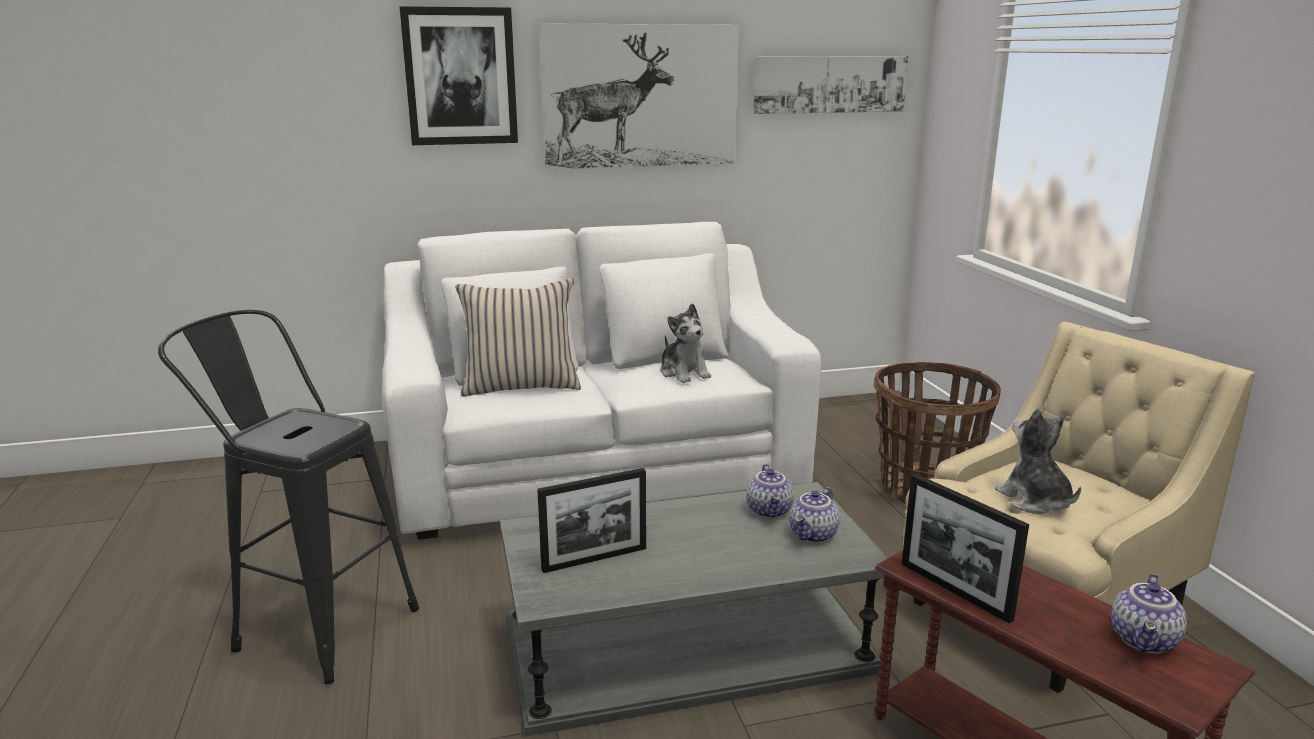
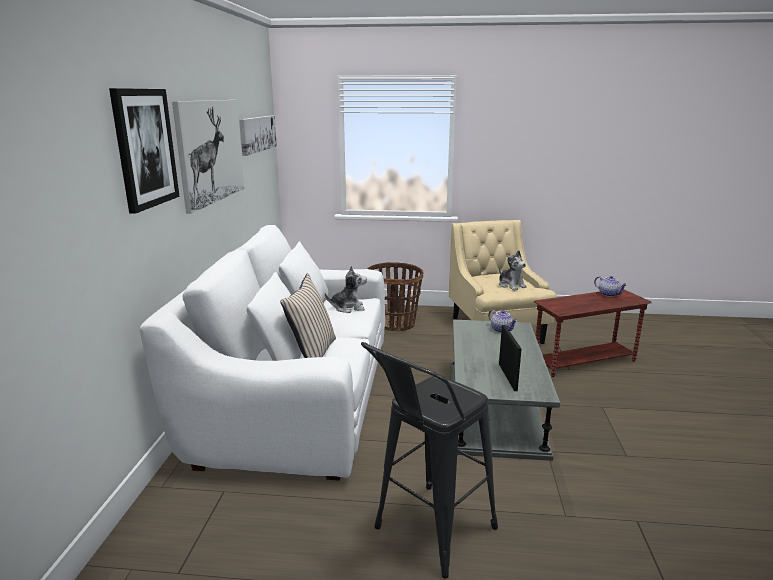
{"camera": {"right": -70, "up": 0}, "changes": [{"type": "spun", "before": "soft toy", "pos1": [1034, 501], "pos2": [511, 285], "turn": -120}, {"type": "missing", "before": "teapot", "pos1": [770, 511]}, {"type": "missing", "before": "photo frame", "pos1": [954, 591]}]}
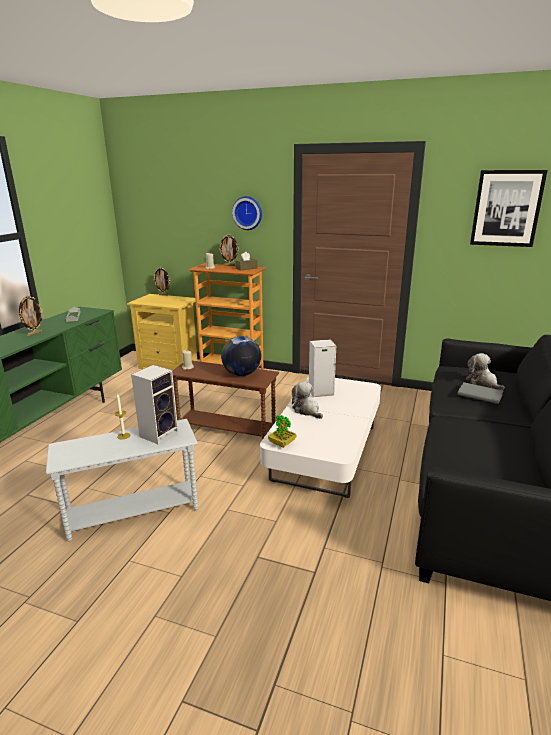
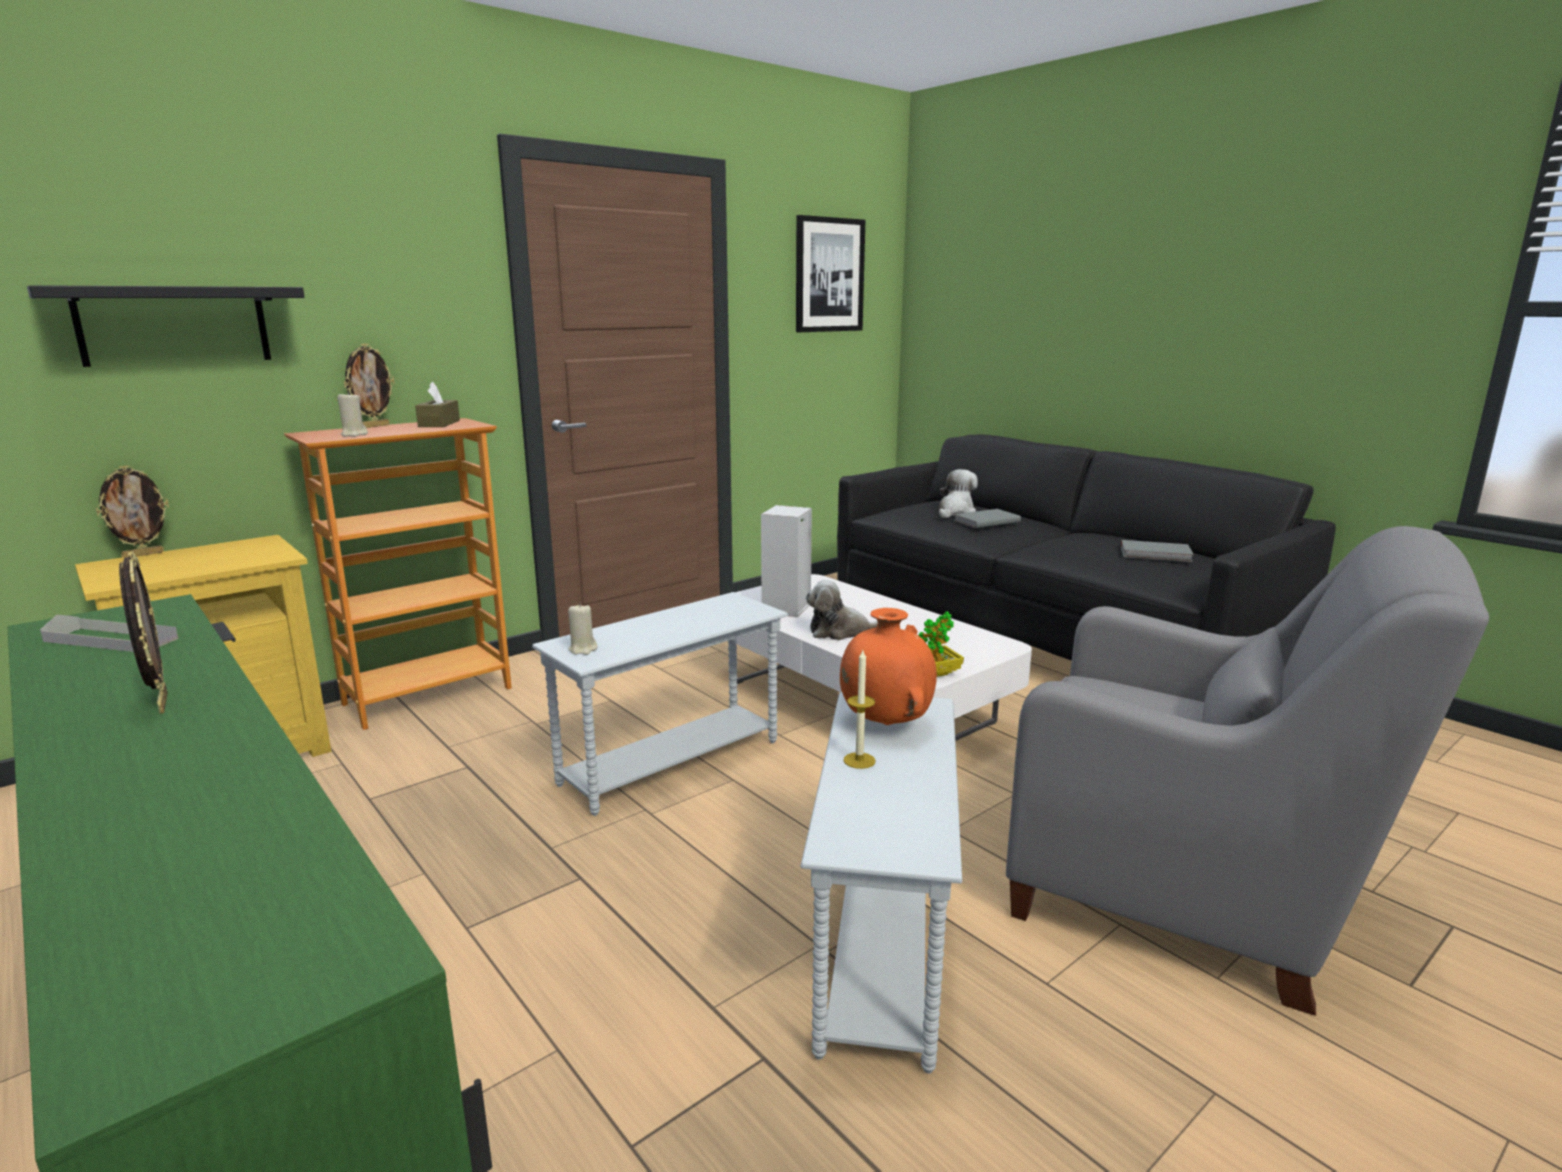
{"camera": {"right": -60, "up": -5}, "changes": [{"type": "appeared", "after": "wall shelf (blackish)", "pos2": [174, 325]}, {"type": "colour", "before": "side table (brown)", "after": "side table (whitish)", "pos1": [226, 429], "pos2": [672, 763]}, {"type": "exchanged", "before": "loudspeaker", "after": "flower vase (orangey)", "pos1": [159, 433], "pos2": [885, 724]}, {"type": "spun", "before": "soft toy", "pos1": [482, 383], "pos2": [955, 512], "turn": 120}, {"type": "appeared", "after": "lounge chair (gray)", "pos2": [1189, 892]}, {"type": "appeared", "after": "bound book (gray)", "pos2": [1156, 554]}, {"type": "missing", "before": "globe", "pos1": [241, 374]}, {"type": "missing", "before": "wall clock", "pos1": [248, 213]}]}
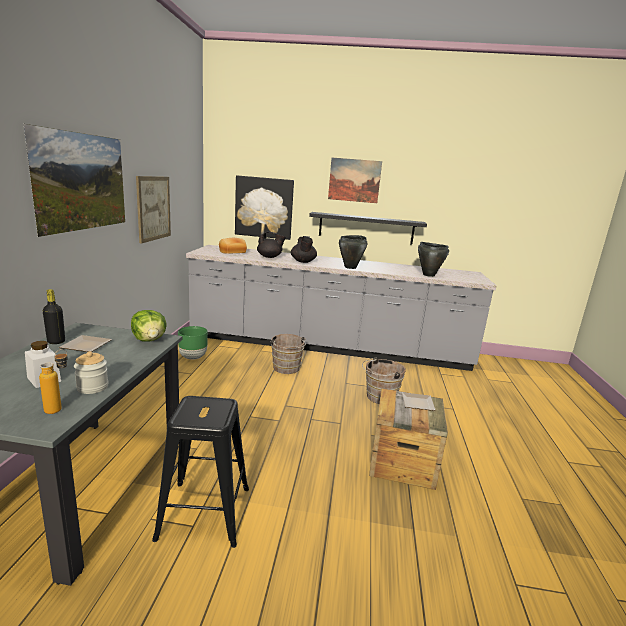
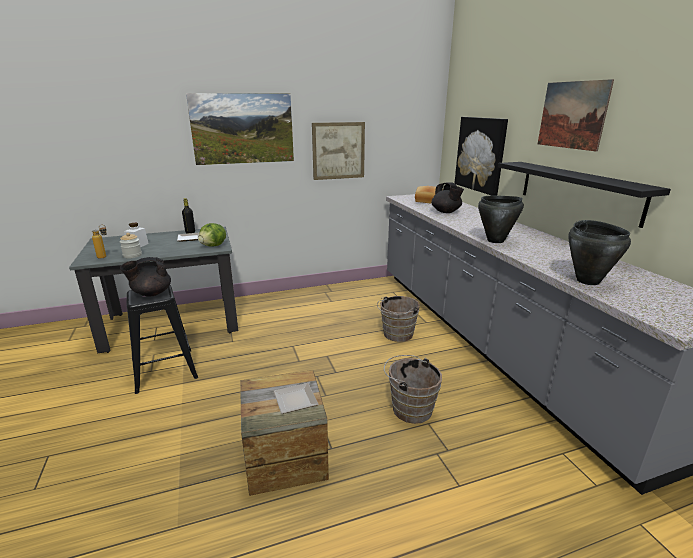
{"camera": {"right": 65, "up": 5}, "changes": [{"type": "relocated", "before": "teapot (blackish)", "pos1": [303, 262], "pos2": [151, 293]}, {"type": "missing", "before": "flower pot (green-coloured)", "pos1": [193, 357]}]}
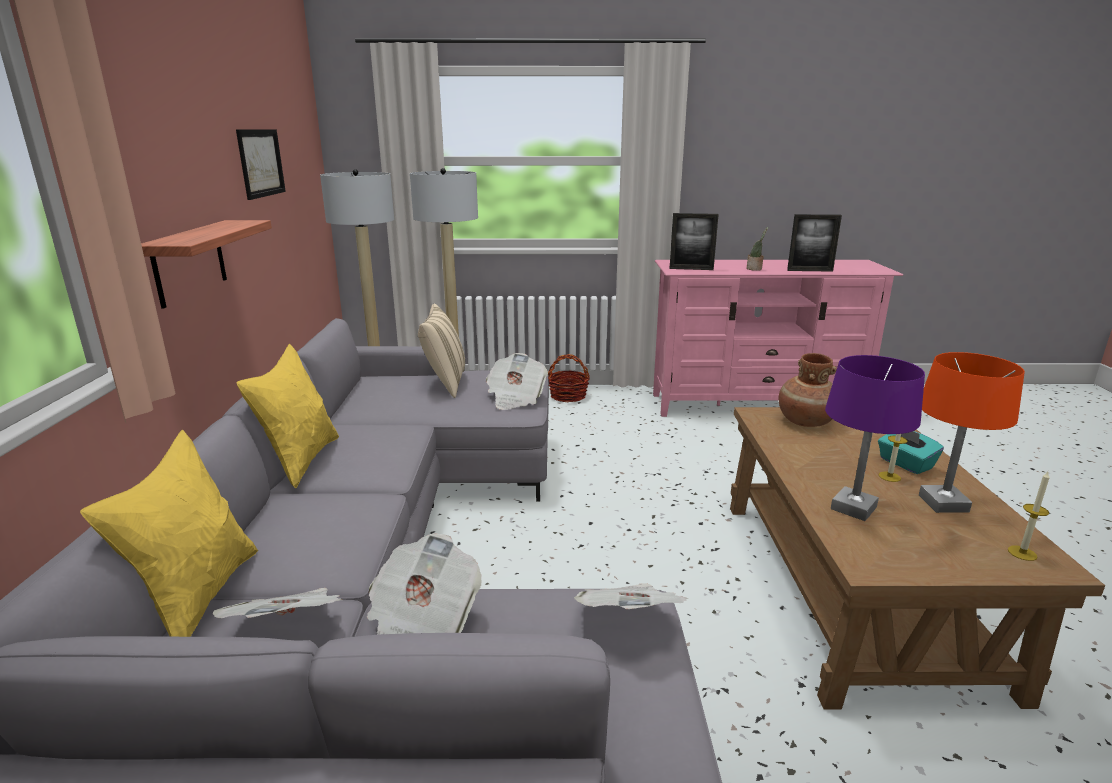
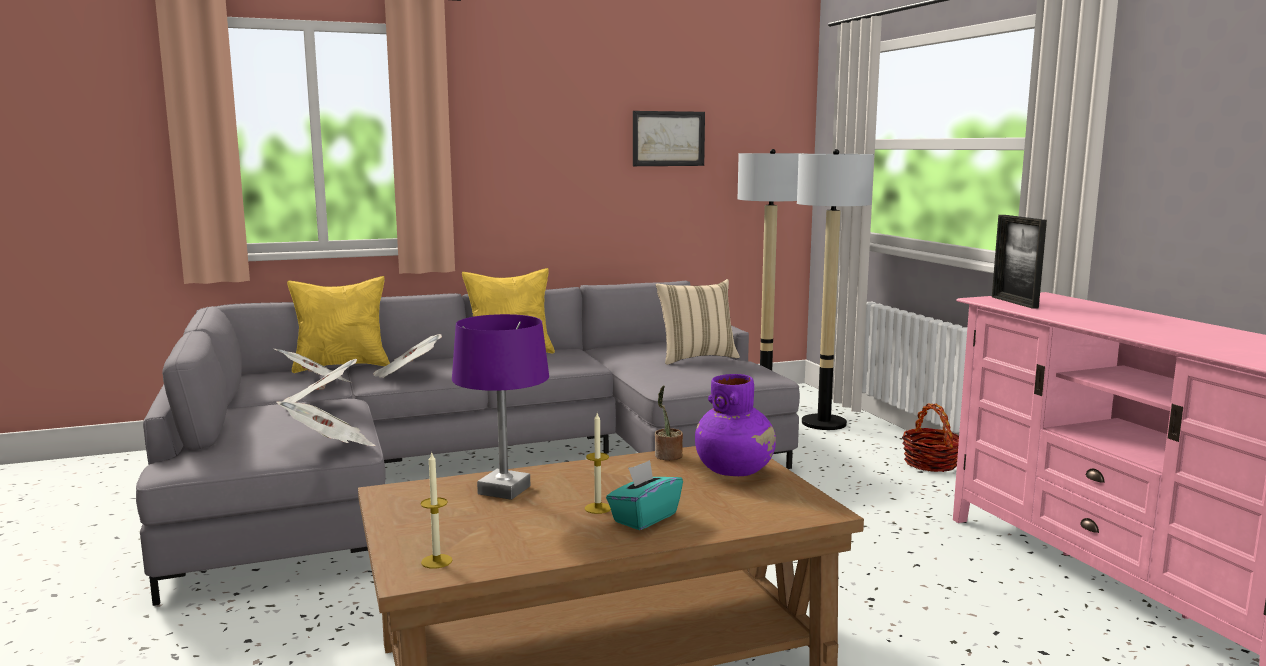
{"camera": {"right": 70, "up": -10}, "changes": [{"type": "relocated", "before": "daily paper", "pos1": [515, 398], "pos2": [407, 374]}, {"type": "relocated", "before": "houseplant", "pos1": [755, 269], "pos2": [667, 456]}, {"type": "colour", "before": "flower vase (brown)", "after": "flower vase (purple-coloured)", "pos1": [805, 421], "pos2": [735, 471]}, {"type": "missing", "before": "wall shelf", "pos1": [189, 262]}, {"type": "missing", "before": "photo frame", "pos1": [810, 270]}, {"type": "missing", "before": "table lamp (orangey)", "pos1": [943, 504]}]}
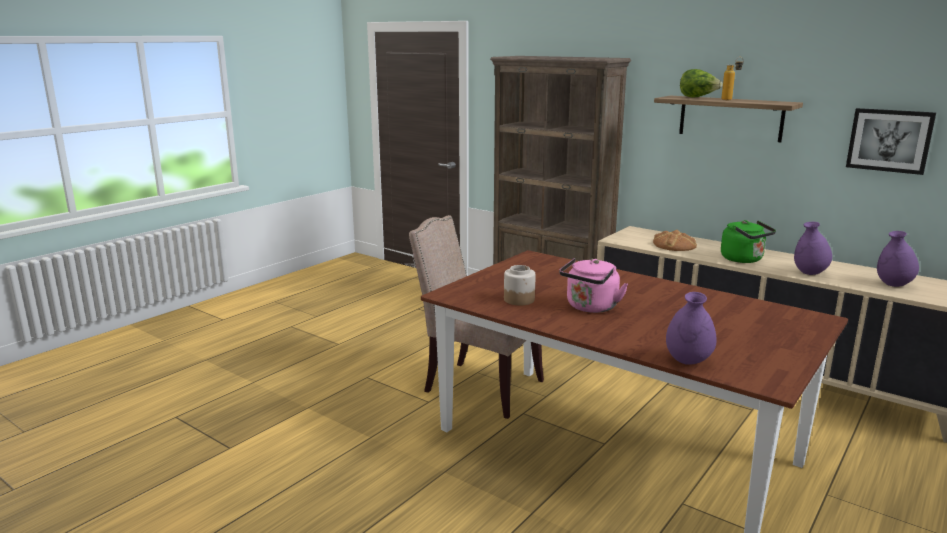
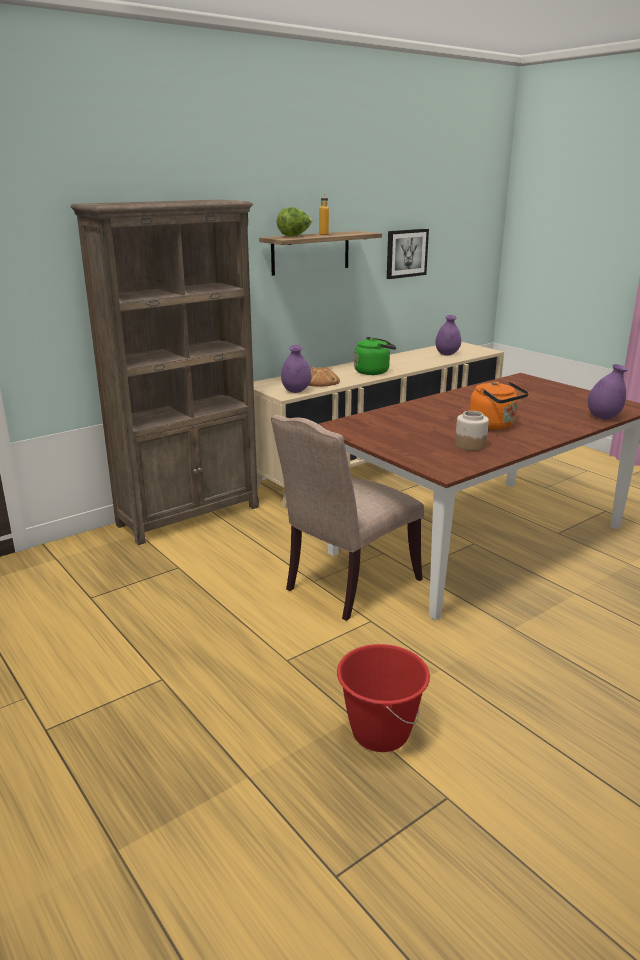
{"camera": {"right": -75, "up": 5}, "changes": [{"type": "relocated", "before": "flower vase (purple-coloured)", "pos1": [809, 273], "pos2": [296, 391]}, {"type": "appeared", "after": "pail (red)", "pos2": [380, 732]}, {"type": "colour", "before": "kettle (pink)", "after": "kettle (orangey)", "pos1": [590, 307], "pos2": [495, 426]}]}
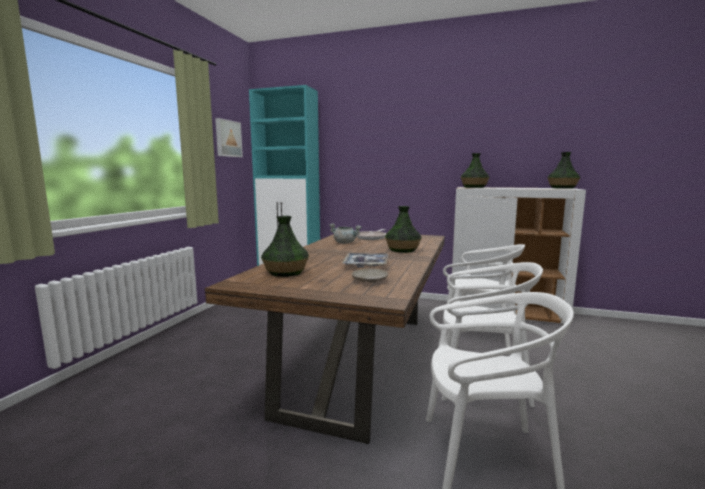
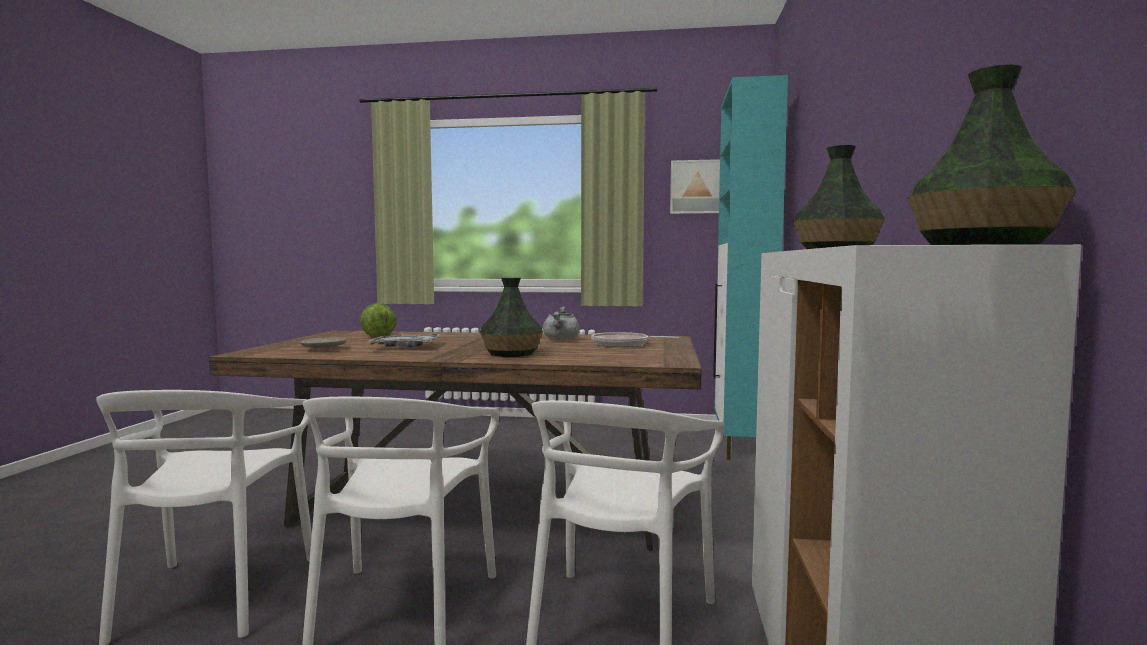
{"camera": {"right": 80, "up": -5}, "changes": [{"type": "exchanged", "before": "flower vase", "after": "lettuce", "pos1": [286, 272], "pos2": [377, 336]}]}
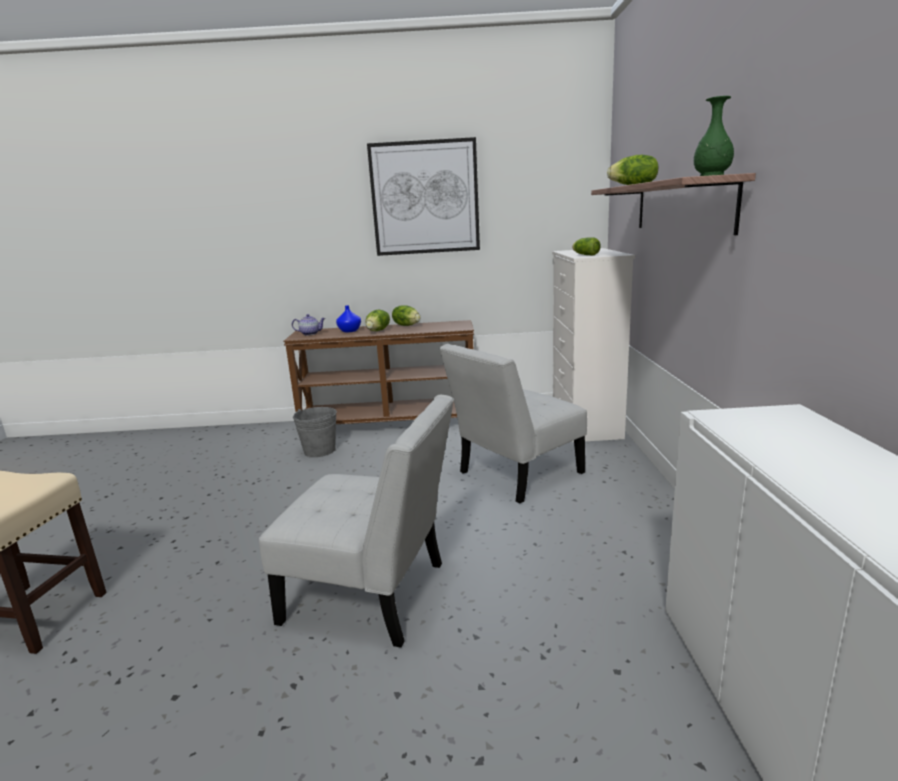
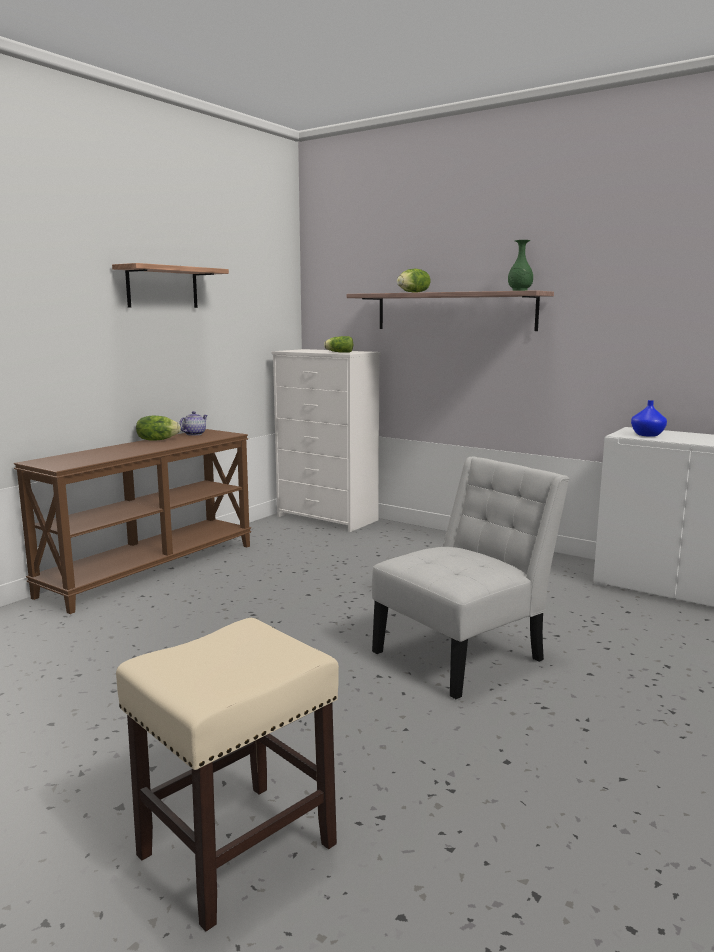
{"camera": {"right": -55, "up": -5}, "changes": [{"type": "exchanged", "before": "wall picture", "after": "wall shelf", "pos1": [425, 198], "pos2": [162, 287]}, {"type": "relocated", "before": "teapot", "pos1": [310, 333], "pos2": [194, 434]}, {"type": "relocated", "before": "flower vase (bluish)", "pos1": [349, 331], "pos2": [647, 435]}, {"type": "missing", "before": "pail (gray)", "pos1": [319, 450]}, {"type": "missing", "before": "lettuce", "pos1": [378, 331]}, {"type": "missing", "before": "plain chair (whitish)", "pos1": [515, 475]}]}
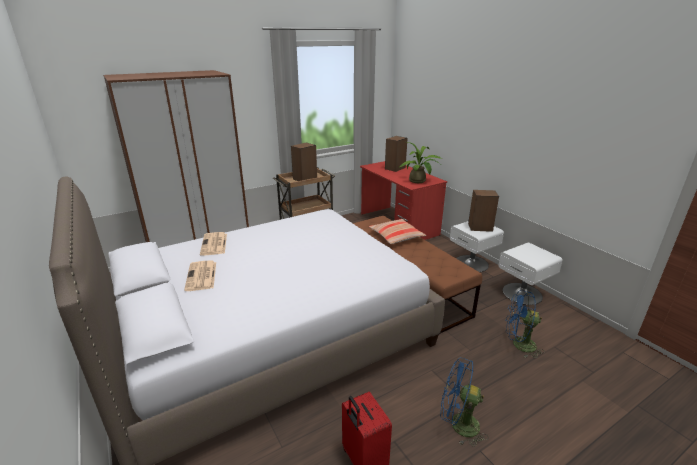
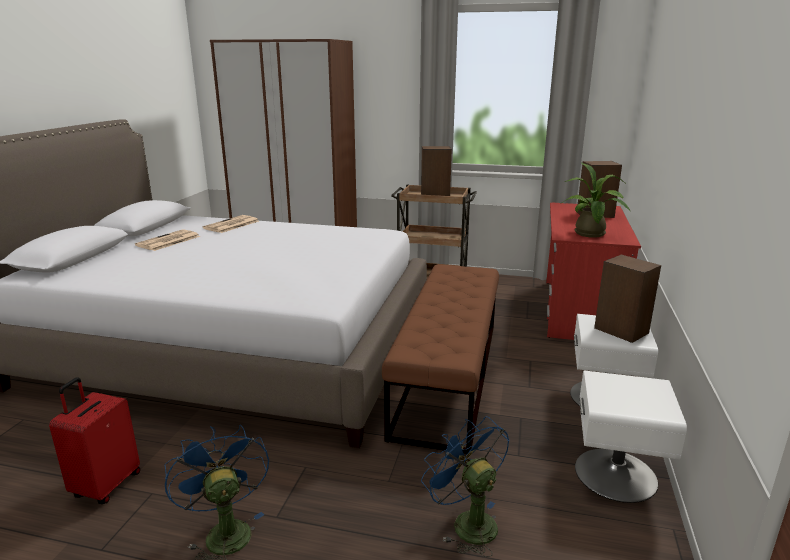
{"camera": {"right": 45, "up": -5}, "changes": [{"type": "missing", "before": "cushion", "pos1": [396, 236]}]}
